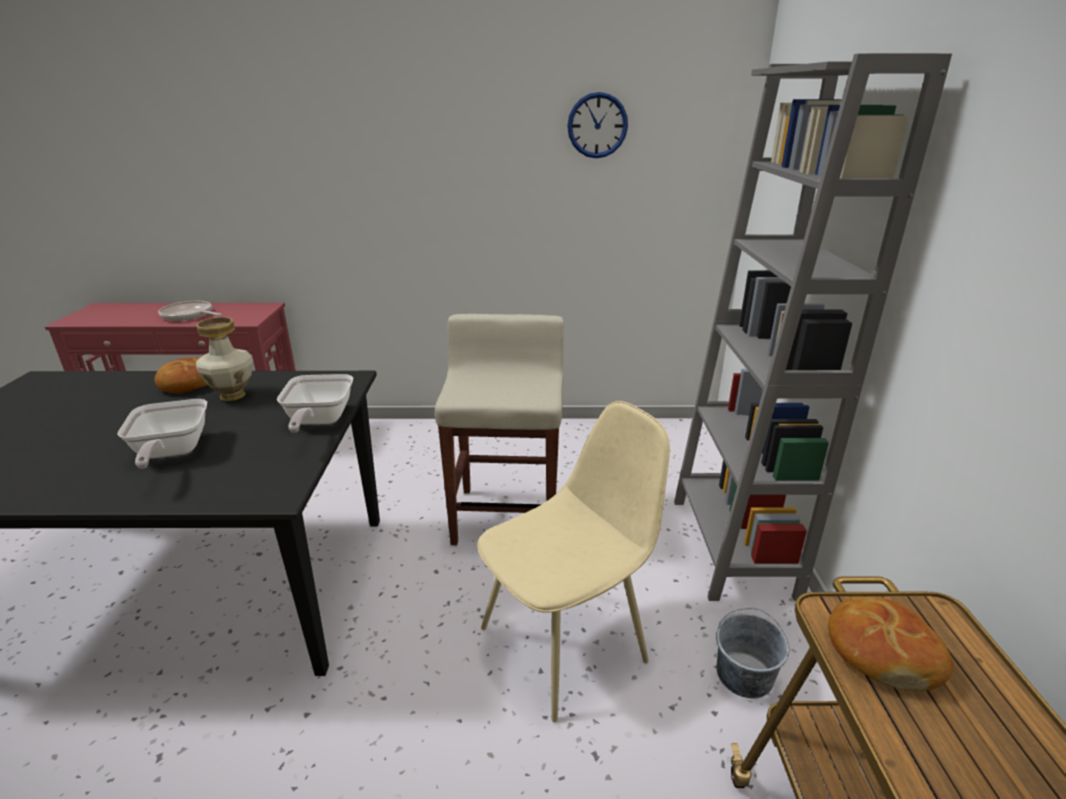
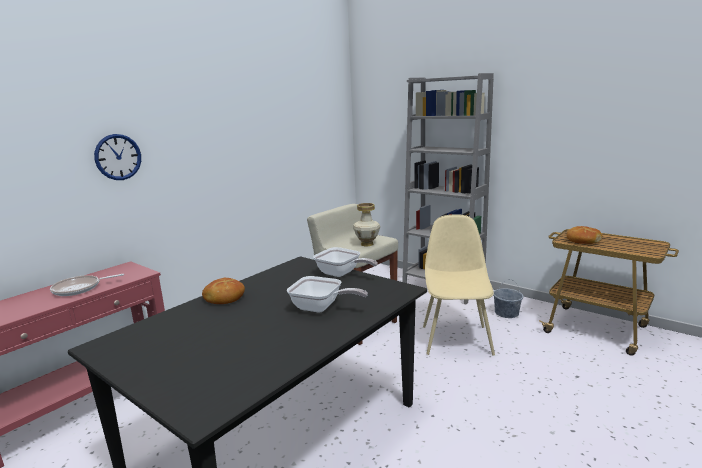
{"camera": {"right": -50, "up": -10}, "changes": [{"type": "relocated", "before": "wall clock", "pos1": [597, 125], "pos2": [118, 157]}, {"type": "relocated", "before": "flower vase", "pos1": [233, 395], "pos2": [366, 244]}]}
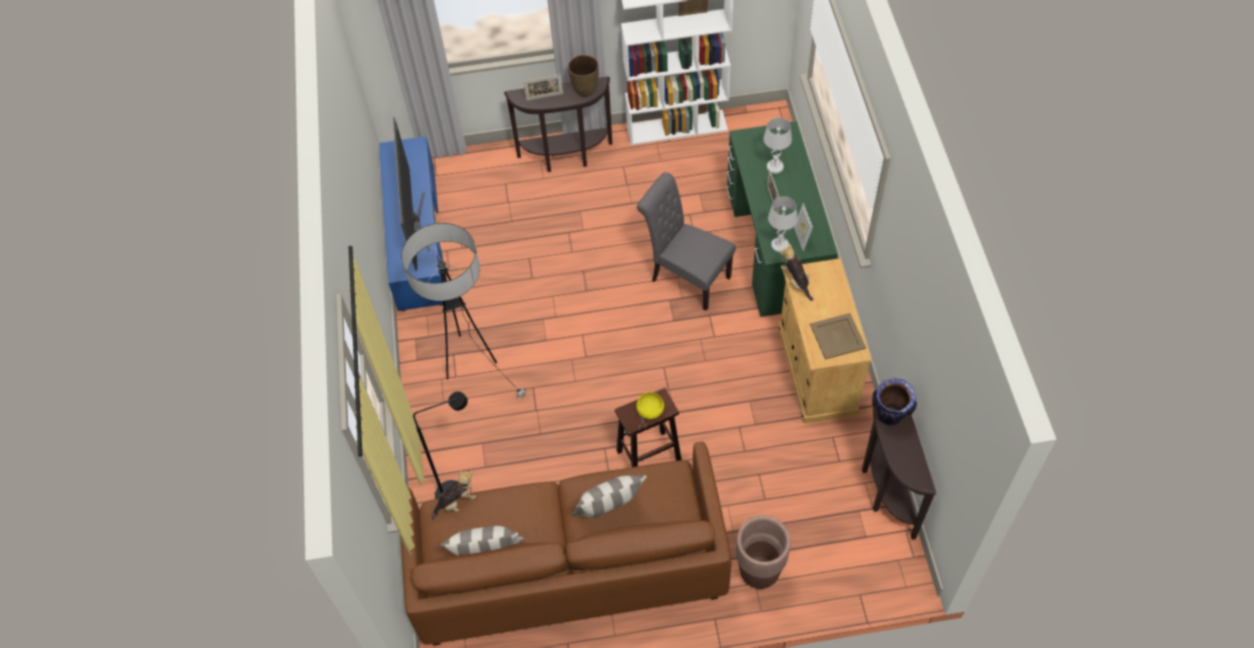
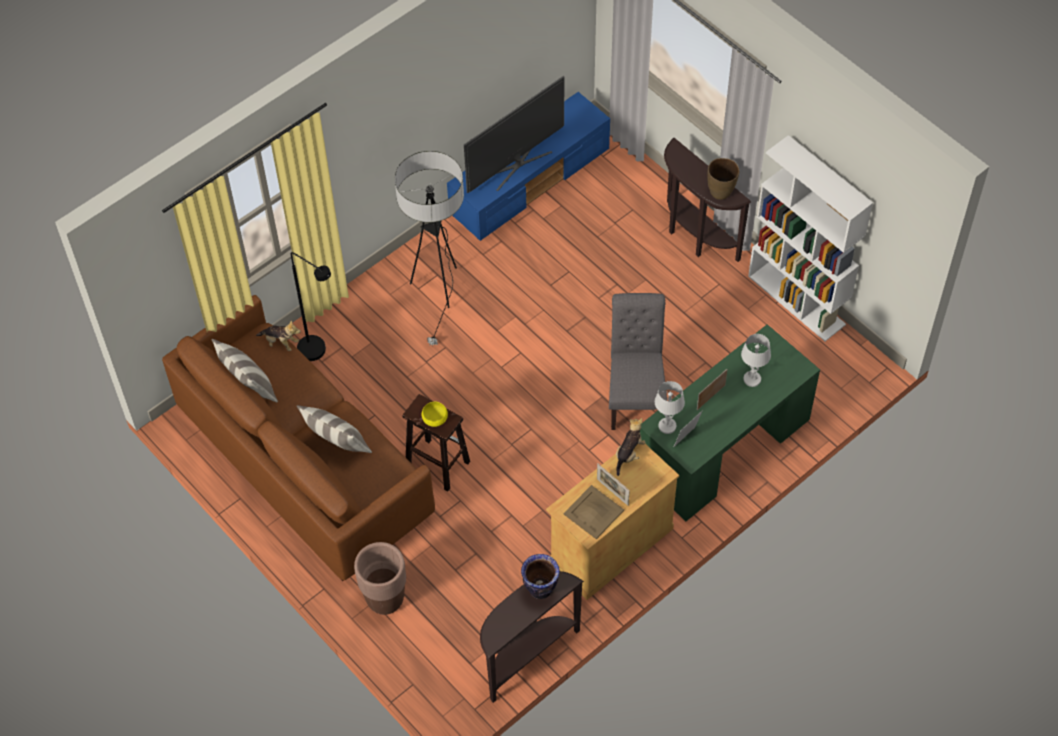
{"camera": {"right": 55, "up": 0}, "changes": [{"type": "relocated", "before": "photo frame", "pos1": [544, 97], "pos2": [612, 492]}]}
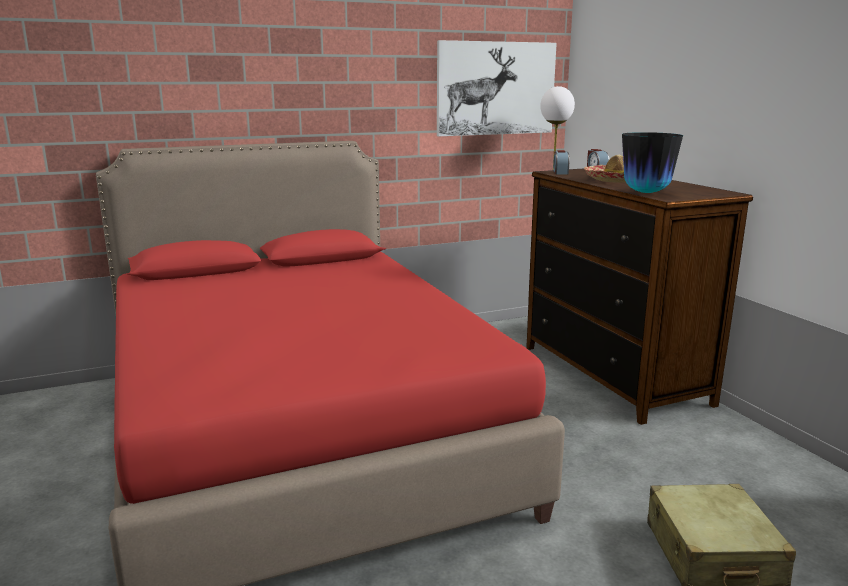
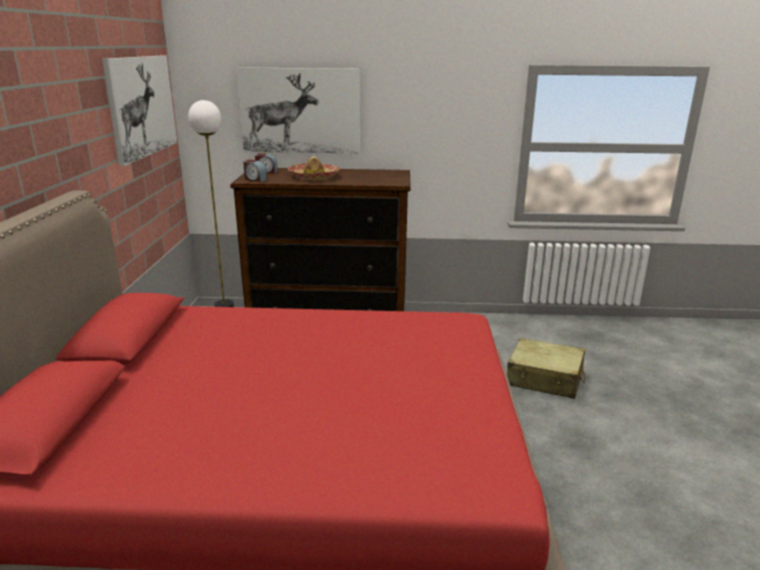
{"camera": {"right": -65, "up": 5}, "changes": [{"type": "appeared", "after": "wall picture", "pos2": [300, 111]}, {"type": "missing", "before": "flower vase", "pos1": [646, 193]}]}
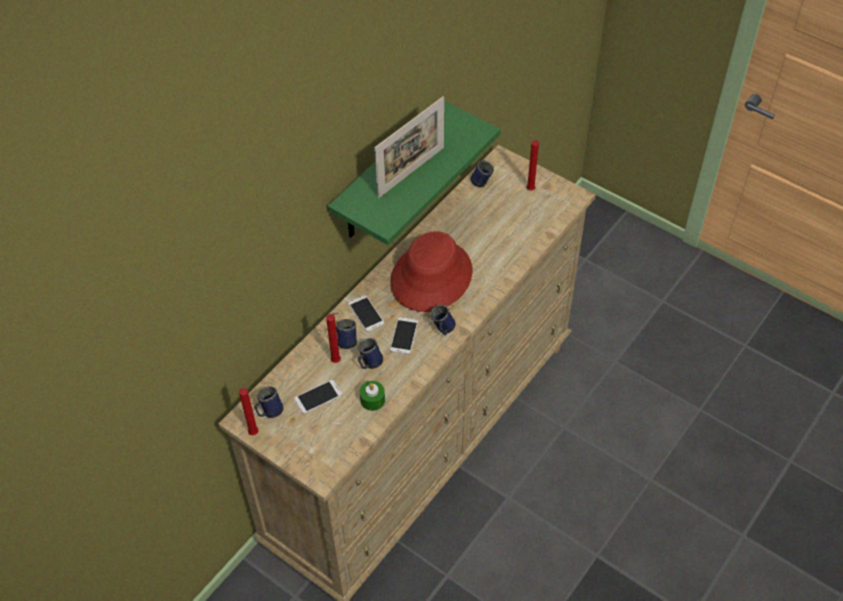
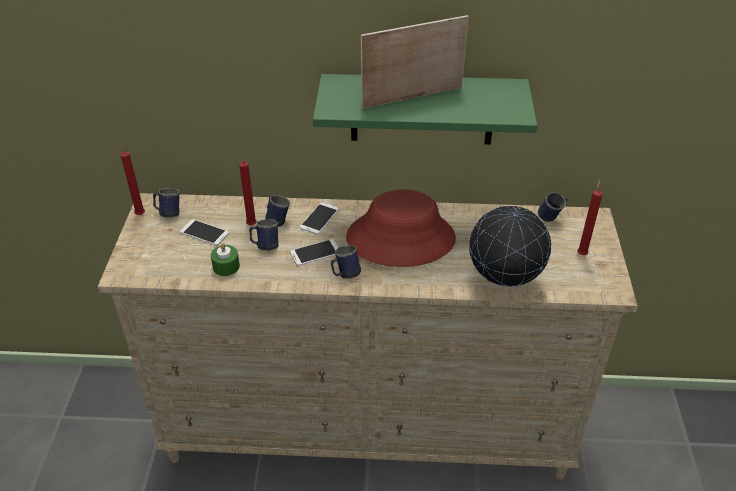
{"camera": {"right": 55, "up": -10}, "changes": [{"type": "spun", "before": "photo frame", "pos1": [411, 172], "pos2": [412, 98], "turn": 150}, {"type": "appeared", "after": "globe", "pos2": [503, 283]}]}
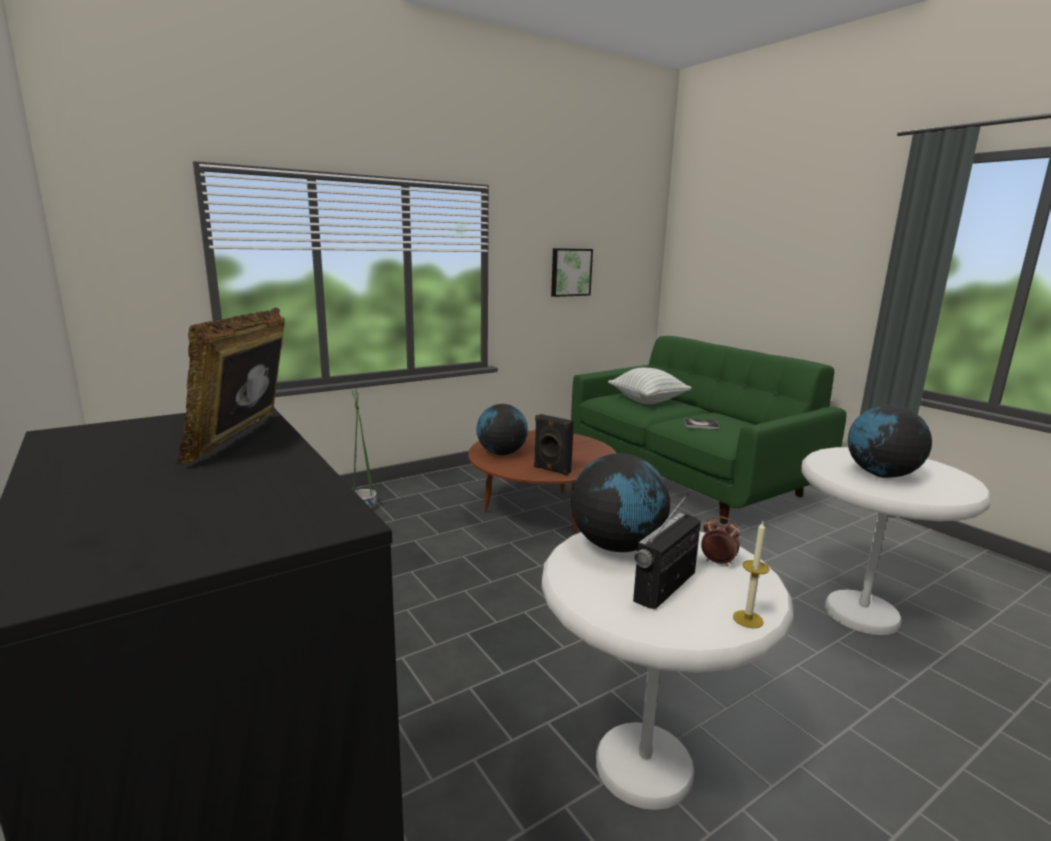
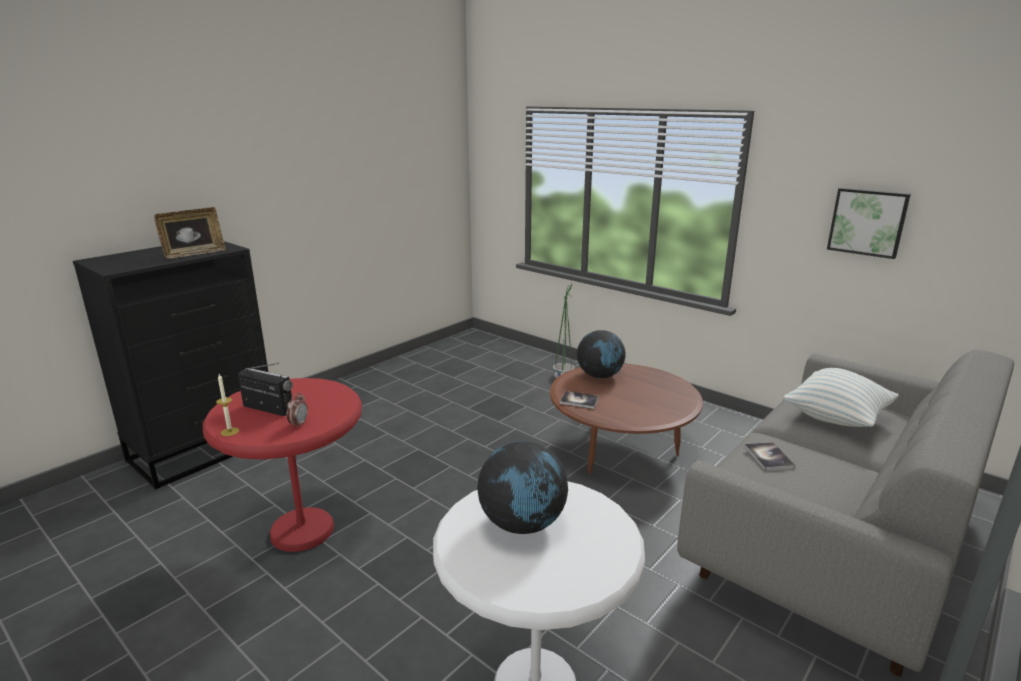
{"camera": {"right": 75, "up": 5}, "changes": [{"type": "spun", "before": "photo frame", "pos1": [246, 439], "pos2": [194, 254], "turn": 150}, {"type": "colour", "before": "side table (whitish)", "after": "side table (red)", "pos1": [643, 766], "pos2": [302, 531]}, {"type": "exchanged", "before": "loudspeaker (blackish)", "after": "bound book", "pos1": [551, 470], "pos2": [579, 401]}, {"type": "colour", "before": "settee (green-coloured)", "after": "settee (gray)", "pos1": [687, 477], "pos2": [832, 543]}, {"type": "missing", "before": "globe", "pos1": [617, 546]}]}
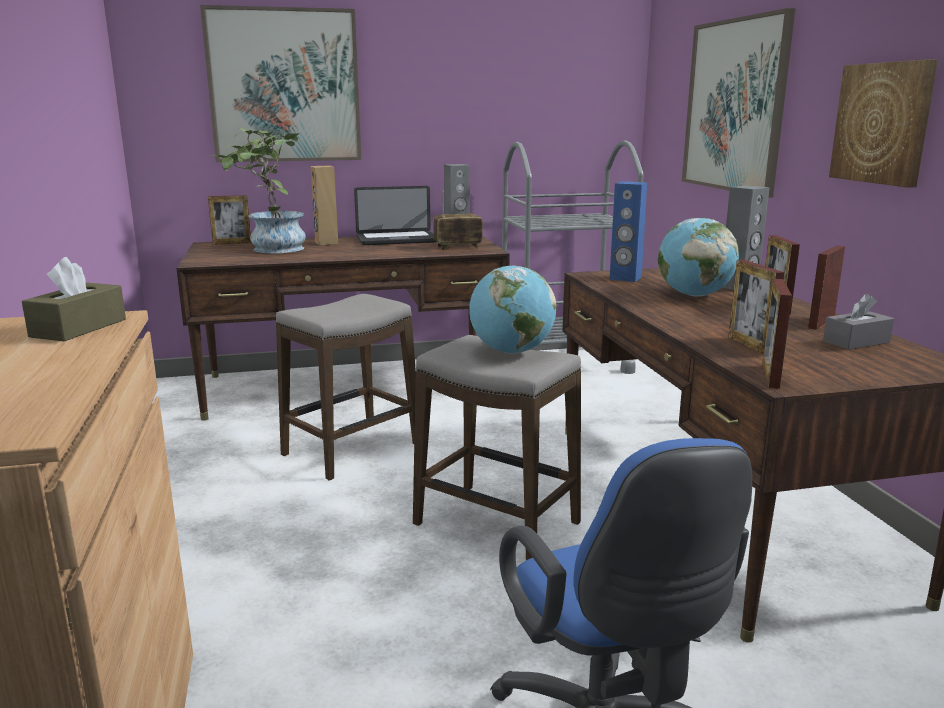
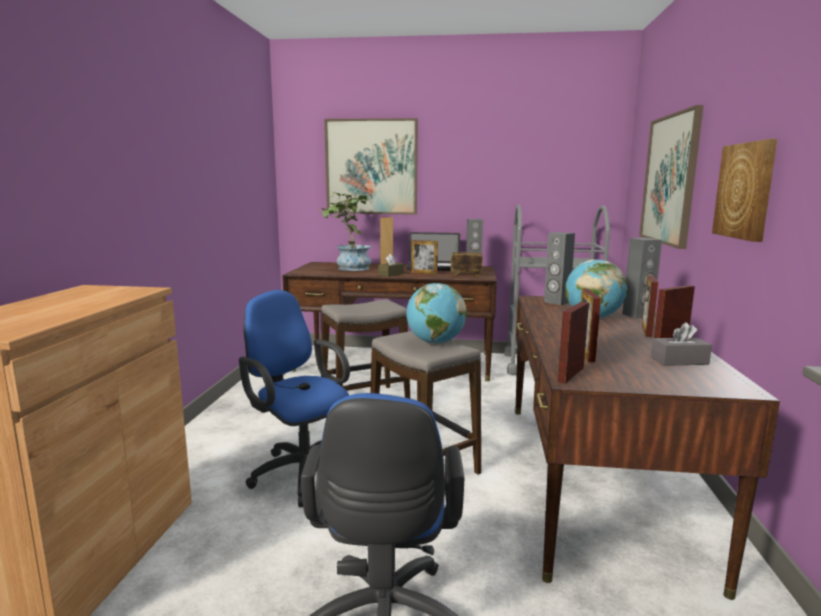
{"camera": {"right": 20, "up": -5}, "changes": [{"type": "appeared", "after": "desk chair (bluish)", "pos2": [301, 472]}, {"type": "relocated", "before": "tissue holder (brown)", "pos1": [79, 328], "pos2": [391, 274]}, {"type": "relocated", "before": "photo frame", "pos1": [232, 243], "pos2": [424, 273]}, {"type": "colour", "before": "loudspeaker (bluish)", "after": "loudspeaker (gray)", "pos1": [625, 278], "pos2": [556, 302]}]}
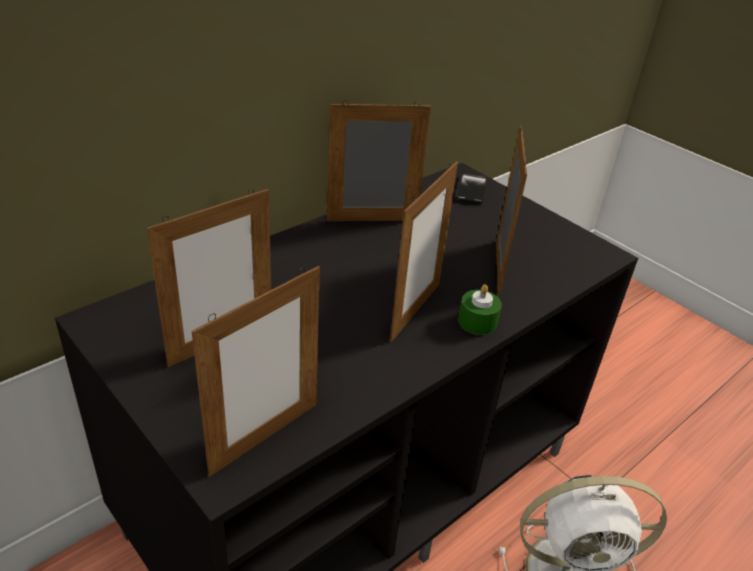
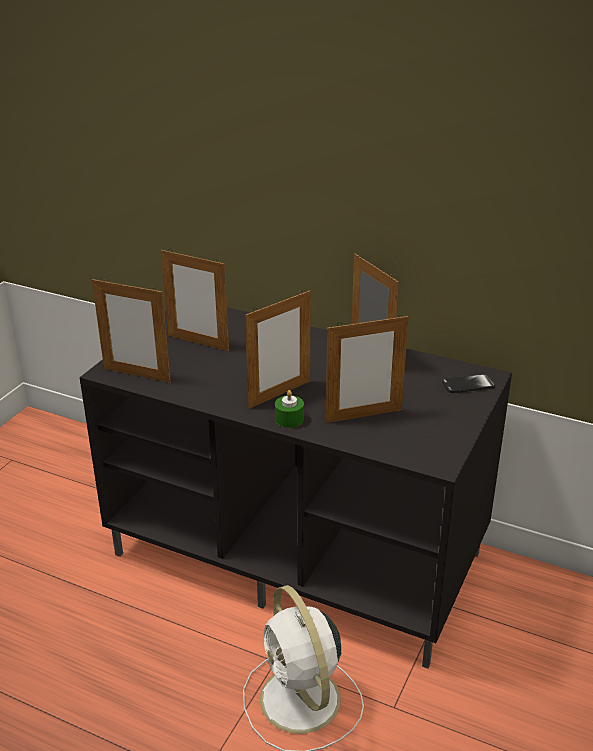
{"camera": {"right": 70, "up": -5}, "changes": [{"type": "spun", "before": "photo frame", "pos1": [415, 311], "pos2": [279, 394], "turn": -45}]}
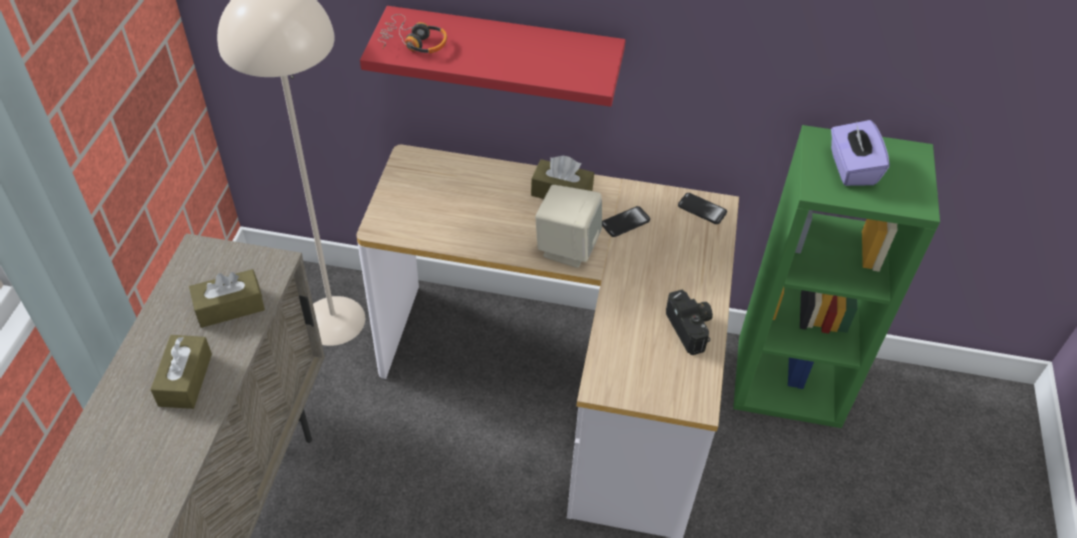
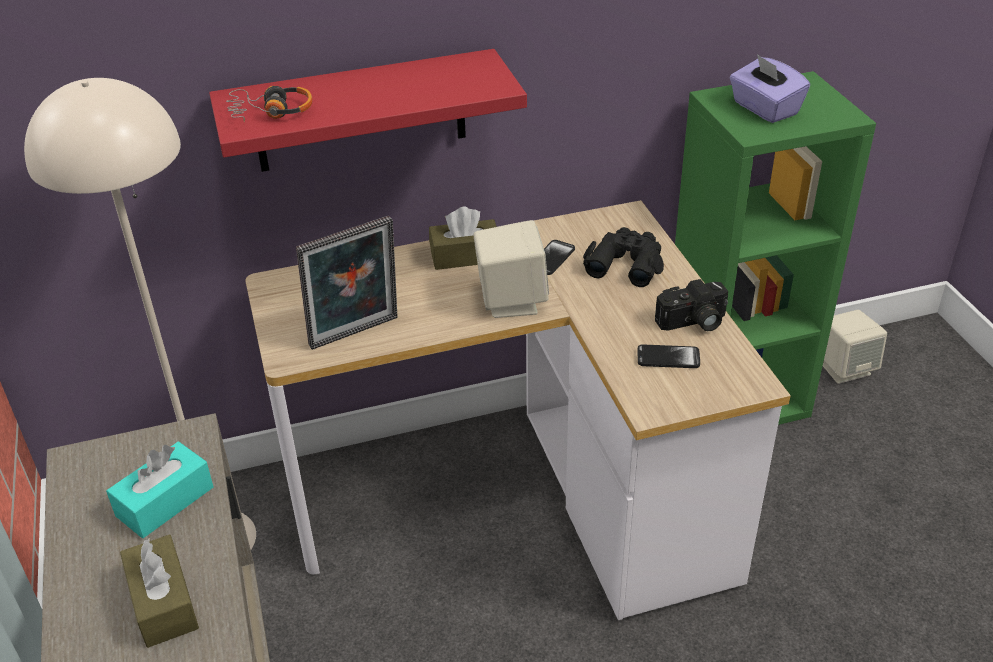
{"camera": {"right": -25, "up": -10}, "changes": [{"type": "colour", "before": "tissue holder (brown)", "after": "tissue holder (turquoise)", "pos1": [230, 307], "pos2": [165, 501]}, {"type": "appeared", "after": "photo frame", "pos2": [356, 334]}, {"type": "appeared", "after": "pair of binoculars (blackish)", "pos2": [626, 263]}, {"type": "relocated", "before": "telephone", "pos1": [702, 209], "pos2": [668, 358]}, {"type": "spun", "before": "photo camera", "pos1": [691, 328], "pos2": [693, 323], "turn": 120}, {"type": "appeared", "after": "loudspeaker (sand-coloured)", "pos2": [845, 368]}]}
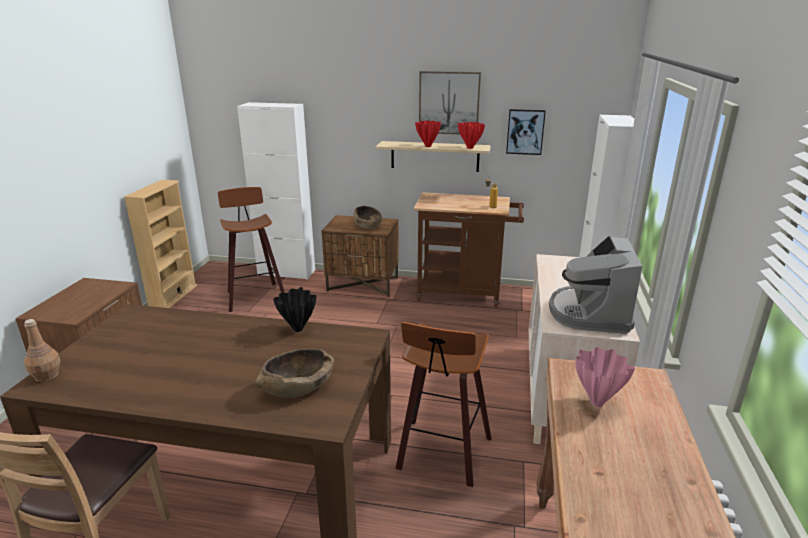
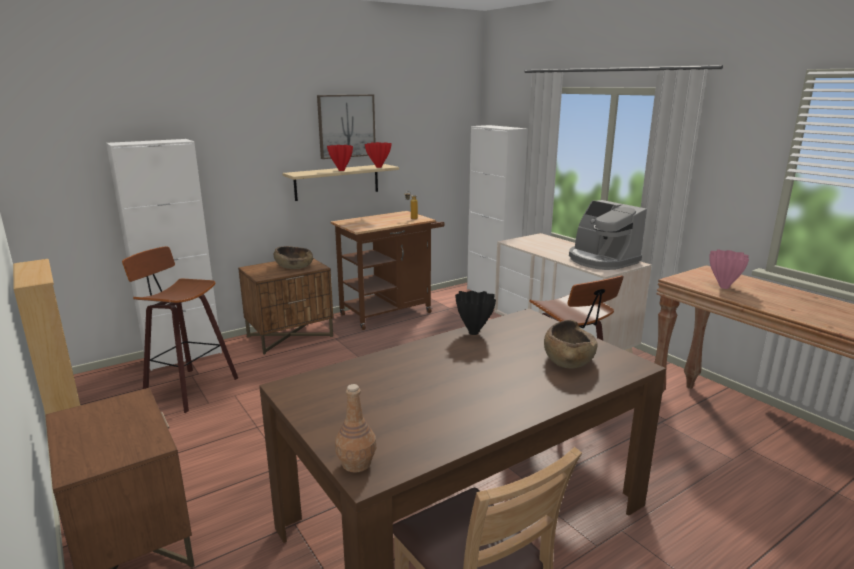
{"camera": {"right": -45, "up": -5}, "changes": [{"type": "missing", "before": "wall picture", "pos1": [525, 132]}]}
